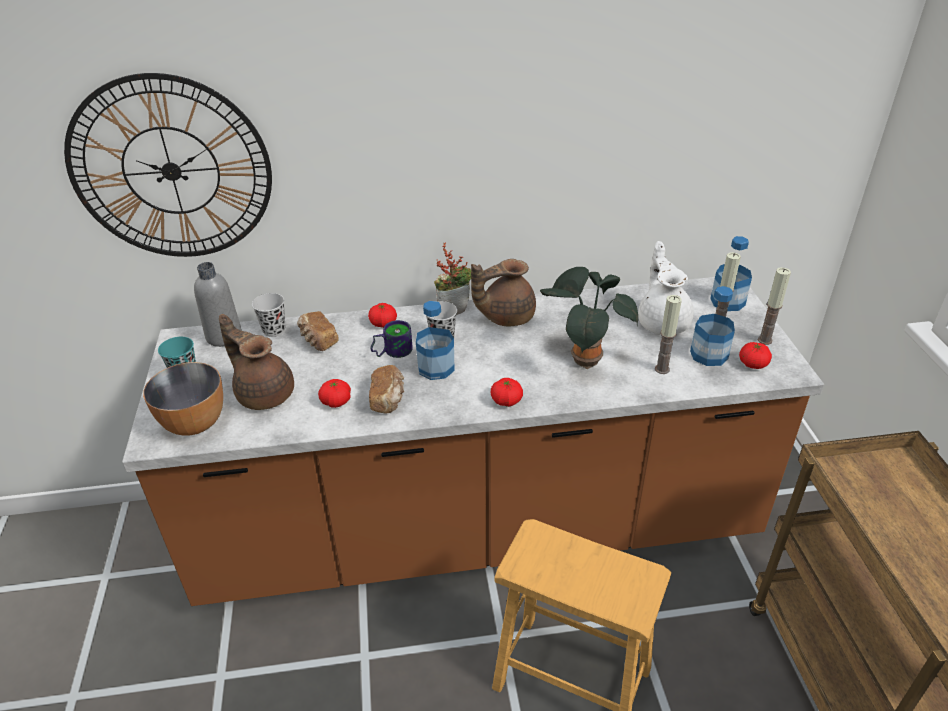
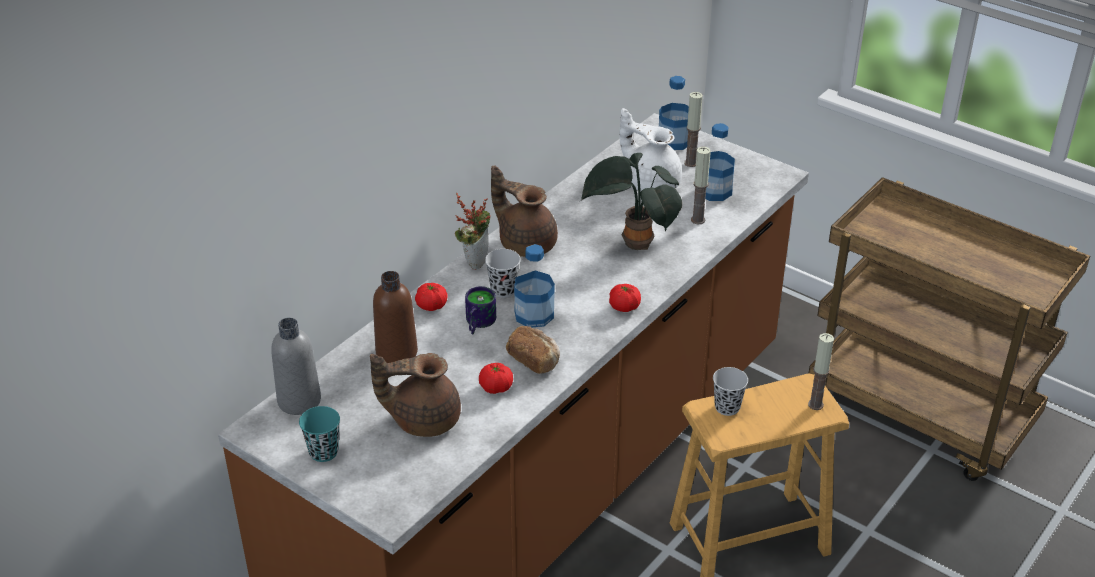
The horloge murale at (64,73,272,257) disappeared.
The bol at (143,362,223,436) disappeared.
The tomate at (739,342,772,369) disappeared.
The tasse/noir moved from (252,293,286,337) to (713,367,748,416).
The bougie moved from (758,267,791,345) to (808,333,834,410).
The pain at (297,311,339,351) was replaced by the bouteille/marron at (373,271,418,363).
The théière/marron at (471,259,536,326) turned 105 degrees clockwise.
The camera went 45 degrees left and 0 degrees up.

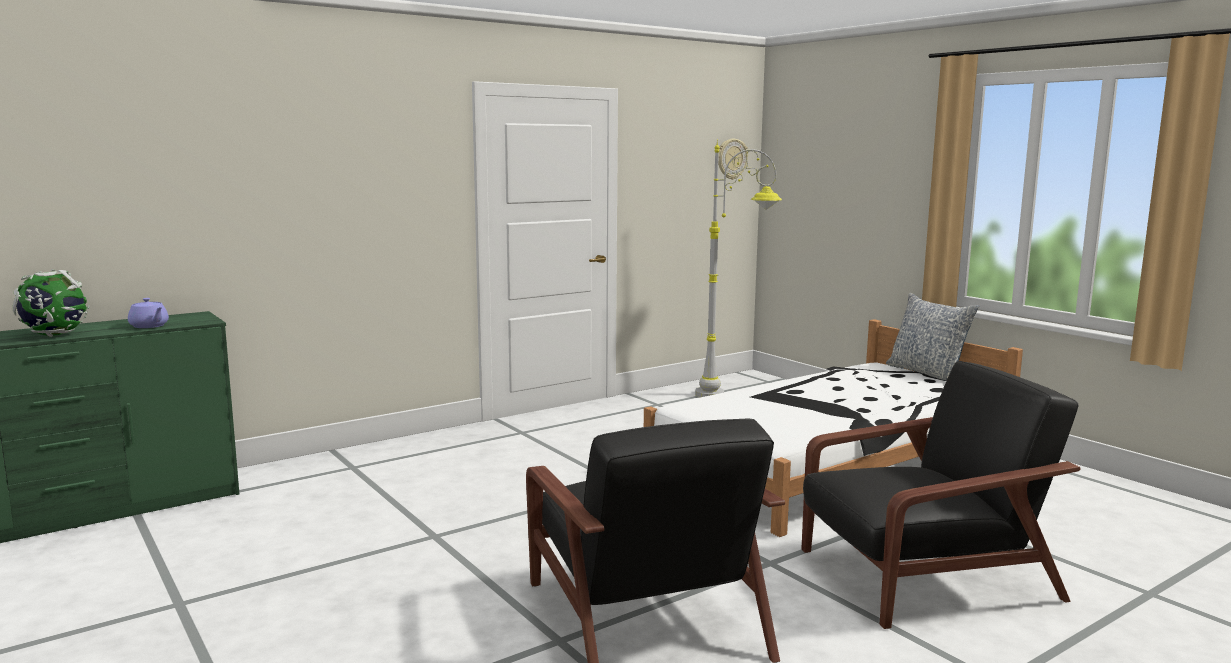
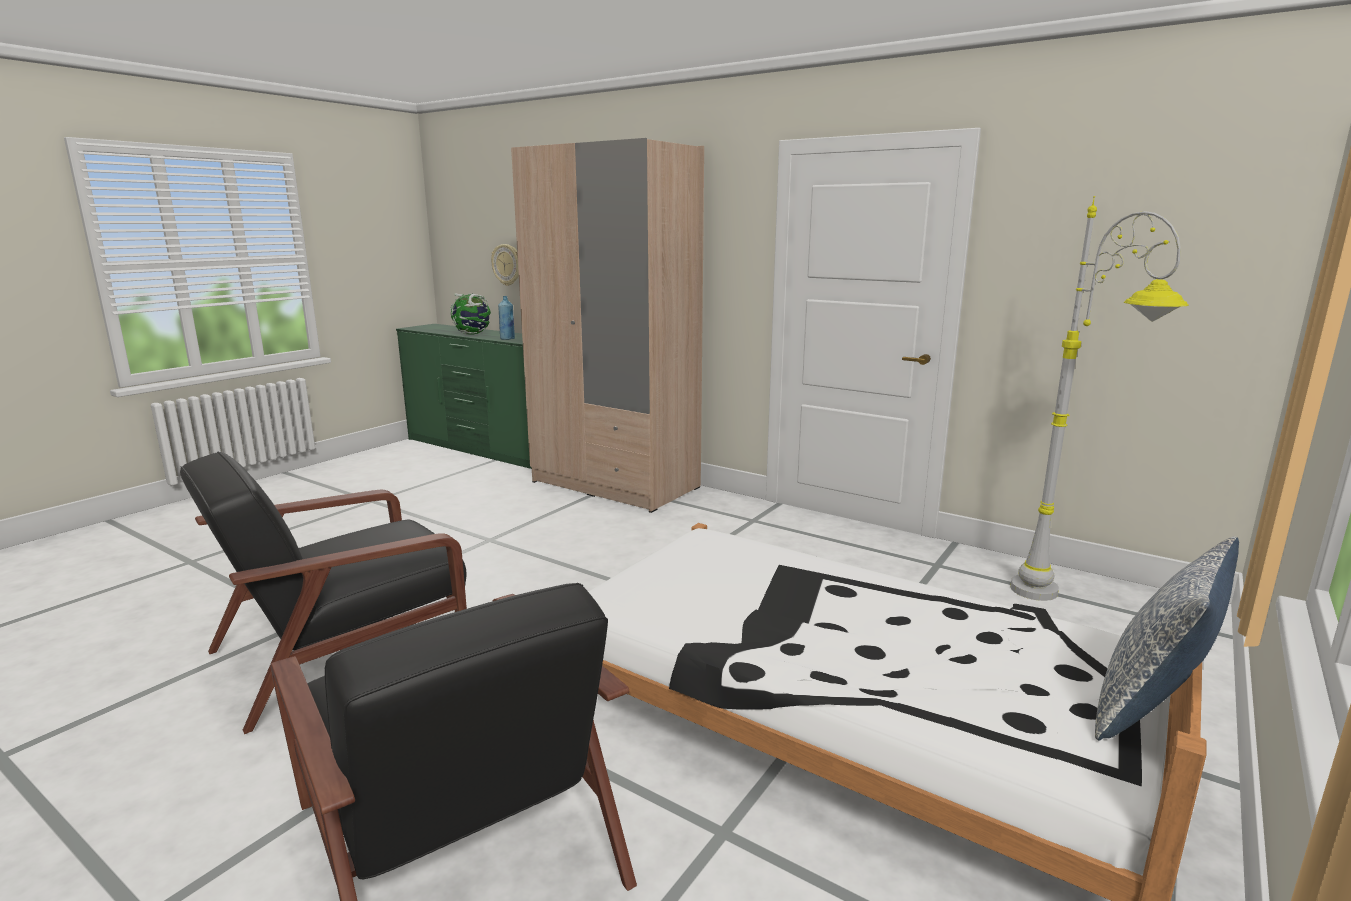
The armoire/beige at (511,138,704,513) appeared.
The horloge murale moved from (718,139,748,180) to (491,244,519,286).
The théière/violet at (128,298,169,328) was replaced by the bouteille/bleu at (498,296,515,340).
The camera went 70 degrees right and 5 degrees up.

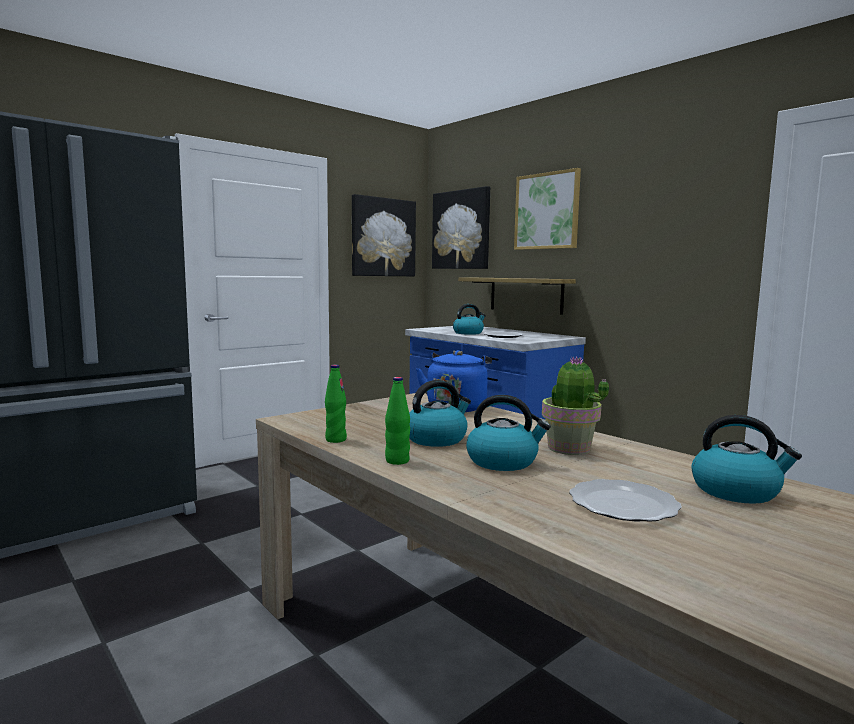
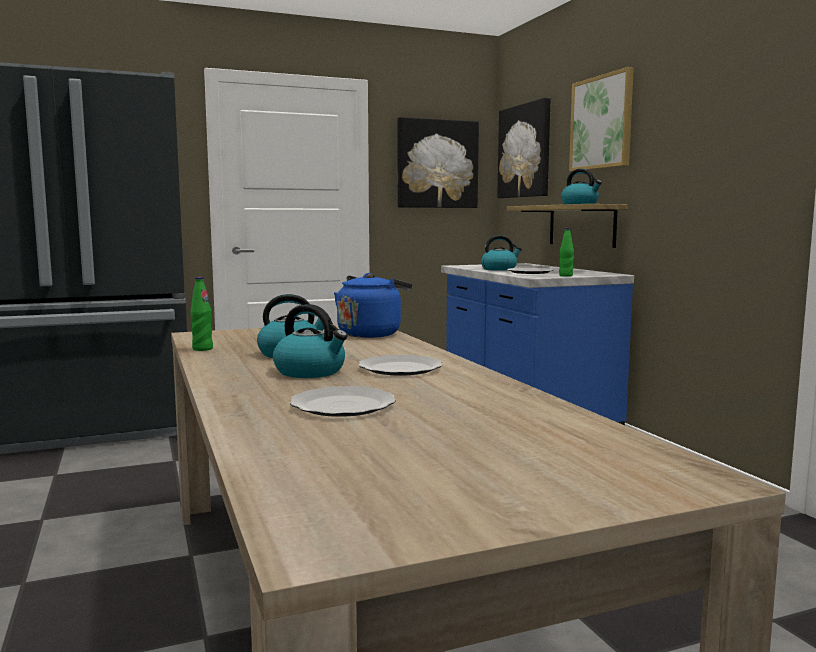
The bouteille/vert moved from (385,377,410,465) to (559,228,574,277).
The bouilloire moved from (691,415,802,504) to (561,169,602,204).
The plante en pot at (542,356,609,455) was replaced by the assiette at (358,355,443,376).
The camera went 20 degrees right and 0 degrees up.

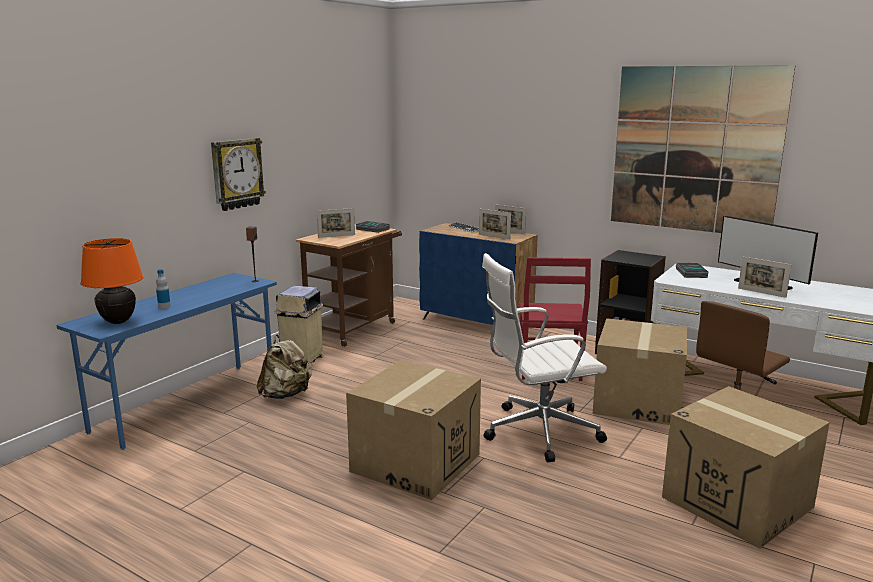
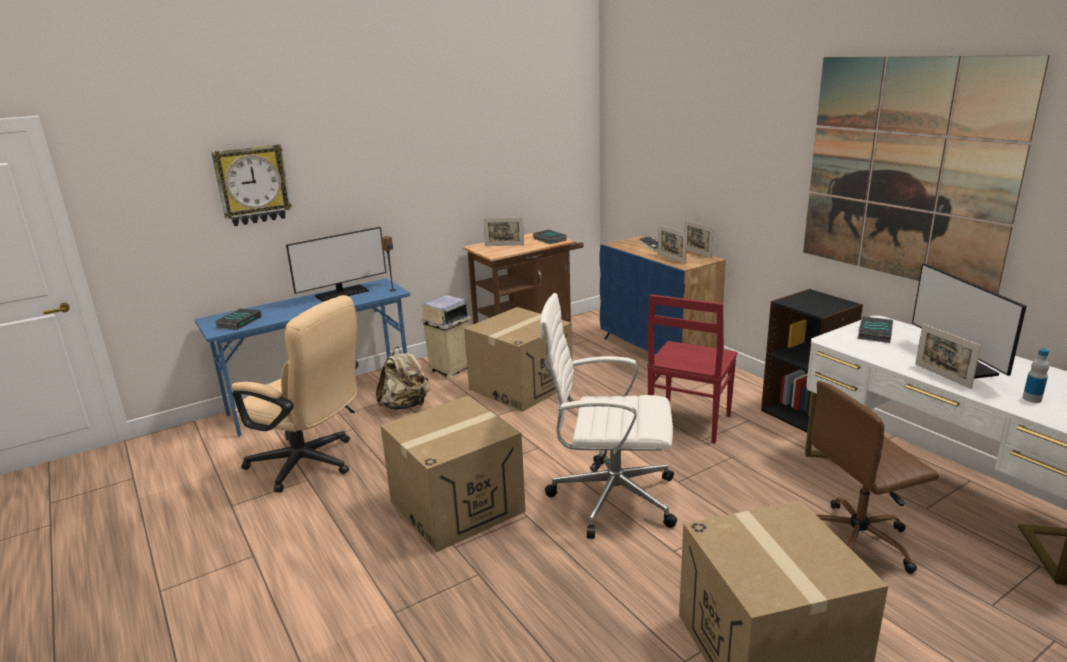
The chaise de bureau/beige at (232,295,359,493) appeared.
The écran d'ordinateur at (286,227,386,302) appeared.
The bouteille moved from (156,269,171,309) to (1022,349,1049,403).
The horloge murale moved from (211,138,266,211) to (211,144,292,226).
The carton moved from (593,318,687,425) to (464,307,573,412).
The lampe de table/orange at (80,238,144,324) was replaced by the livre at (215,308,262,330).
The camera went 25 degrees right and 5 degrees up.

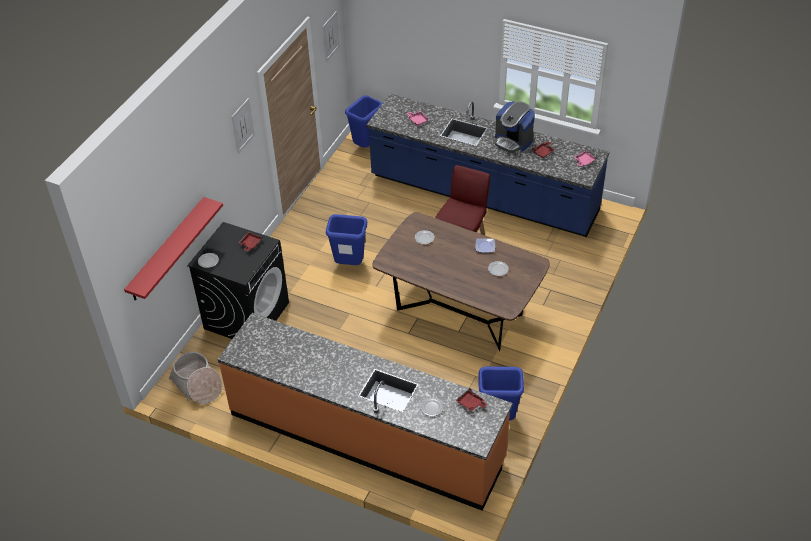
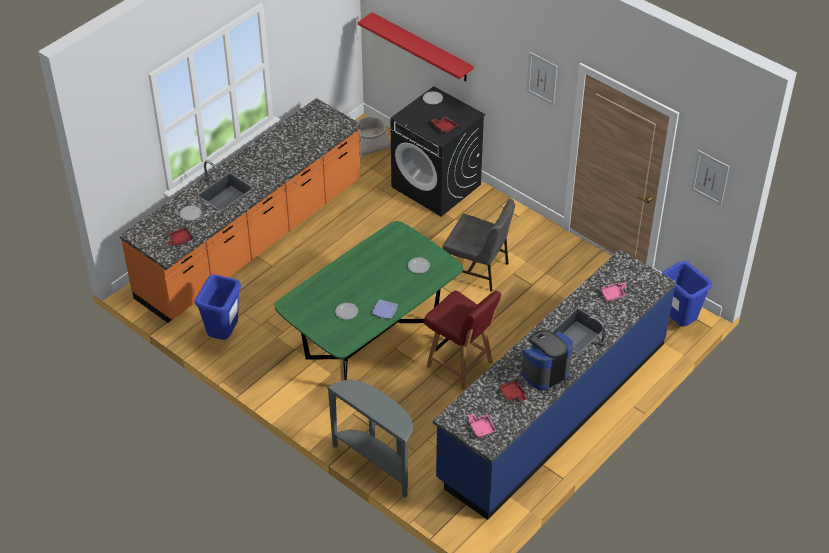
The table console/gris at (327,380,413,498) appeared.
The poubelle/bleu at (326,214,367,265) was replaced by the chaise/gris at (442,199,515,292).
The table à manger/marron at (373,212,550,351) became the table à manger/vert at (274,221,463,380).
The camera went 105 degrees right and 0 degrees up.

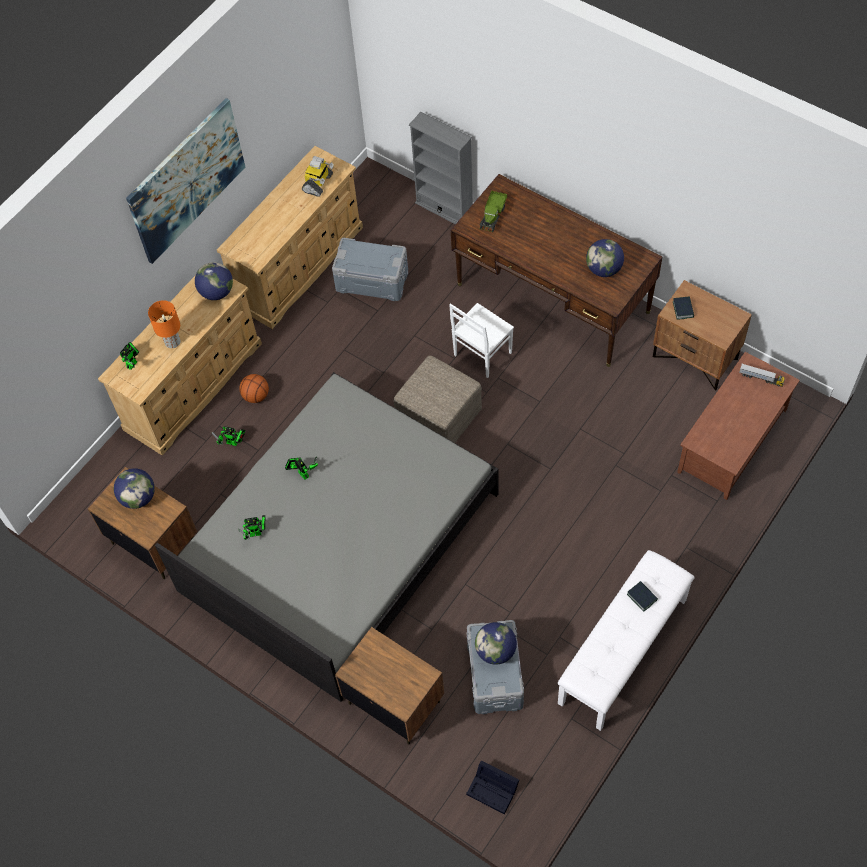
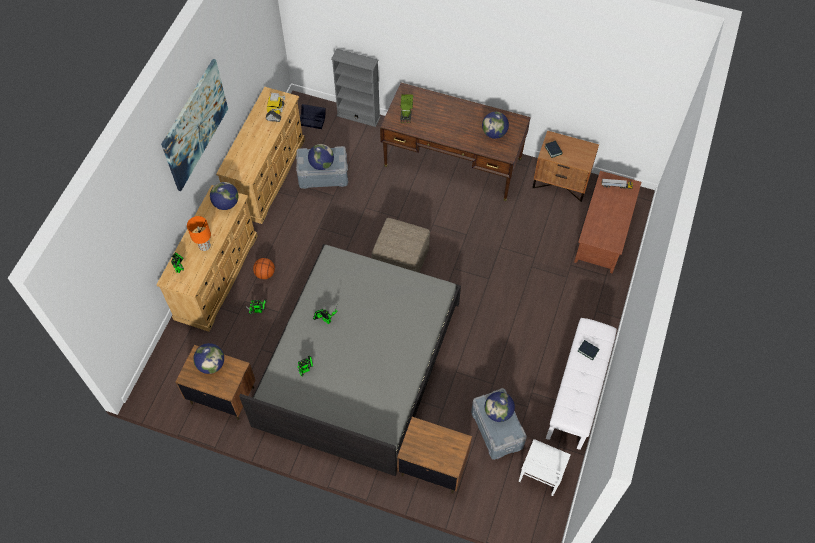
The globe at (308,144,334,170) appeared.
The chaise/blanc moved from (449,303,514,378) to (519,439,571,496).
The boîte de rangement/noir moved from (466,761,519,814) to (300,104,326,129).
The camera went 20 degrees left and 0 degrees up.

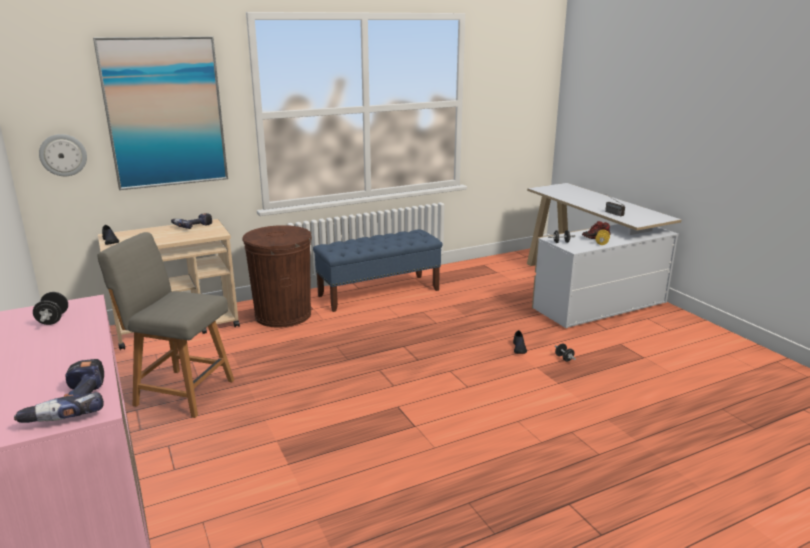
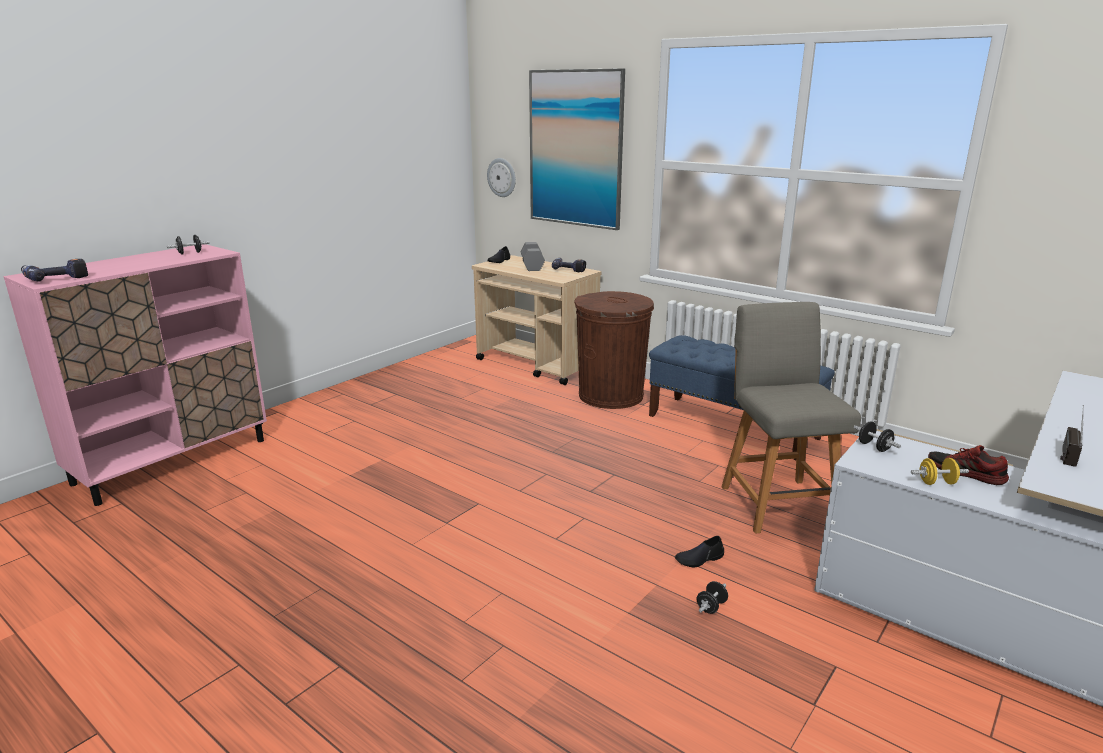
The haltère/gris at (521,242,545,271) appeared.
The chaise/gris moved from (97,232,234,418) to (722,302,861,534).
The camera went 65 degrees right and 0 degrees up.

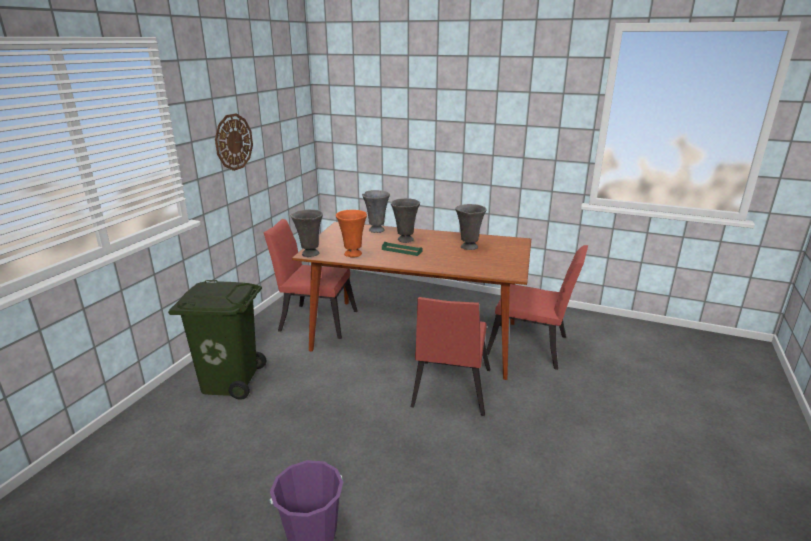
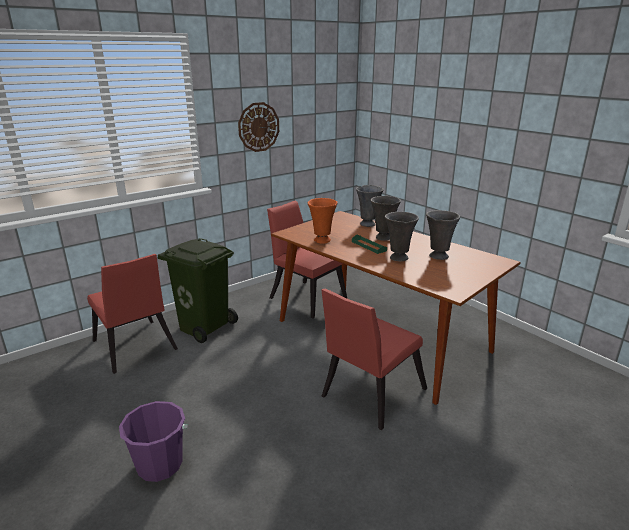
The vase/gris moved from (291,209,323,257) to (385,212,419,261).
The chaise/rouge moved from (486,245,588,370) to (87,254,178,374).
The camera went 30 degrees right and 0 degrees up.

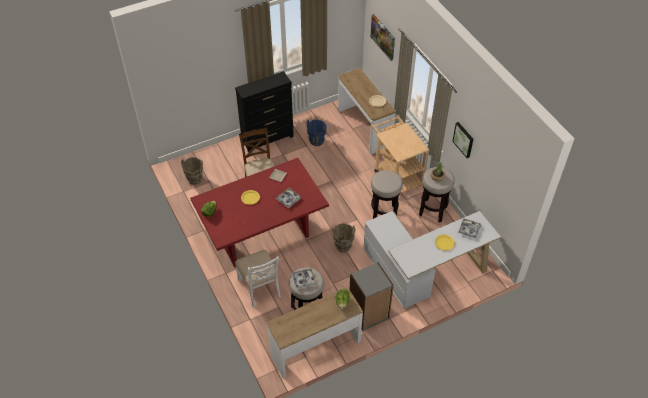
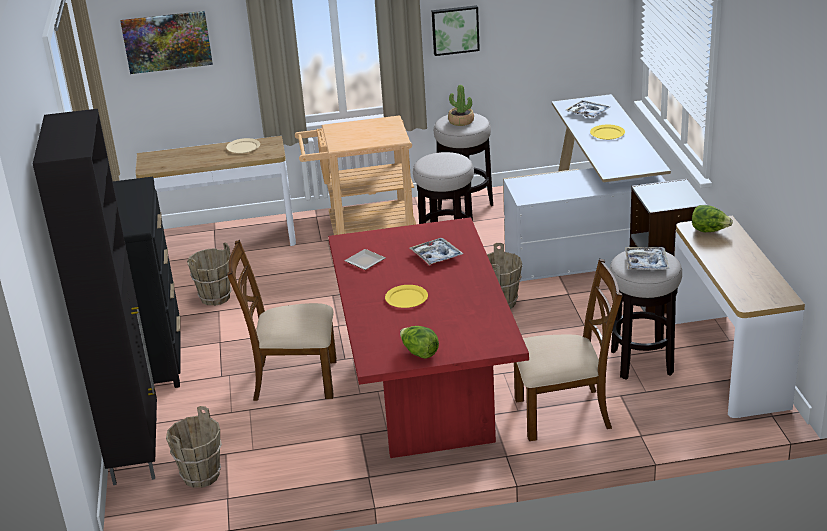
The meuble de rangement/noir at (33,109,157,485) appeared.
The chaise/blanc at (235,250,281,308) became the chaise/marron at (514,259,623,441).
The seau/bleu at (307,119,327,146) became the seau/marron at (187,242,231,306).
The camera went 70 degrees left and 20 degrees down.

